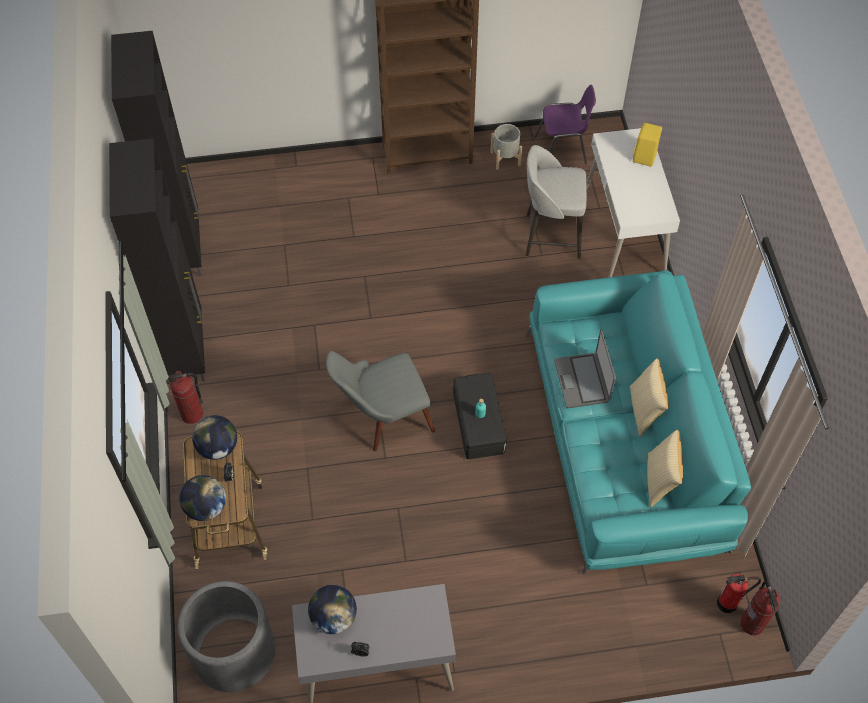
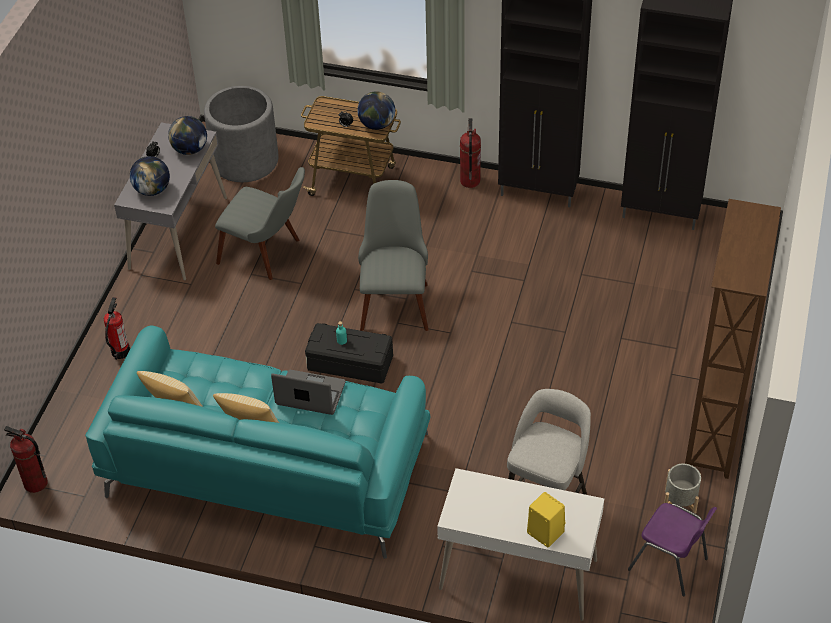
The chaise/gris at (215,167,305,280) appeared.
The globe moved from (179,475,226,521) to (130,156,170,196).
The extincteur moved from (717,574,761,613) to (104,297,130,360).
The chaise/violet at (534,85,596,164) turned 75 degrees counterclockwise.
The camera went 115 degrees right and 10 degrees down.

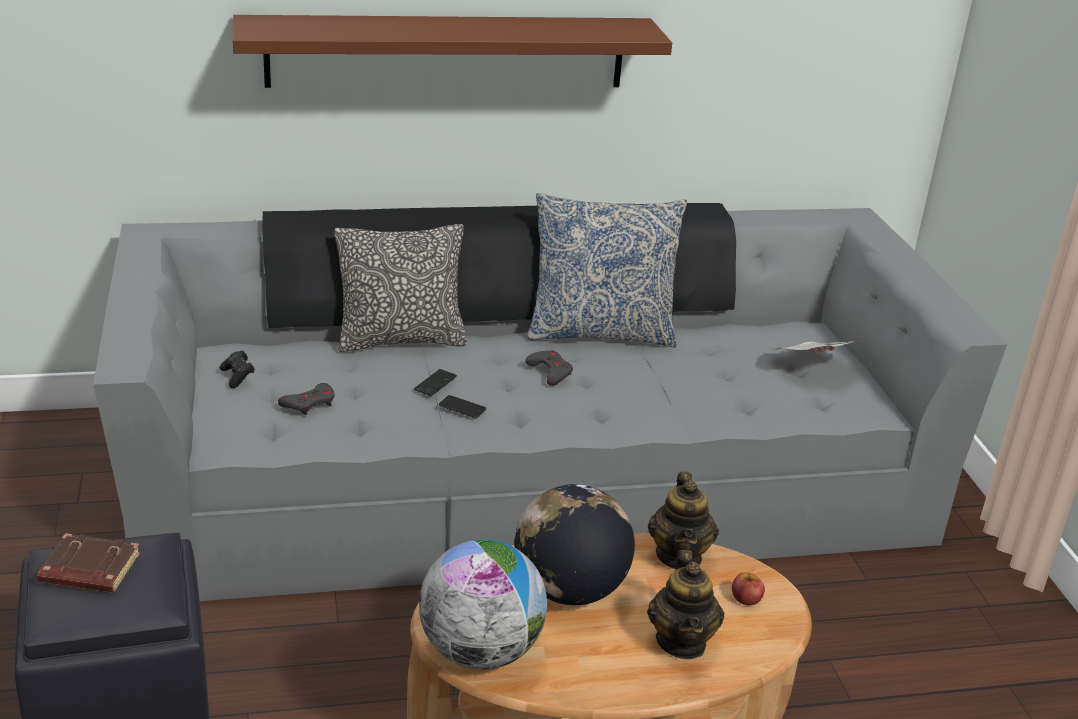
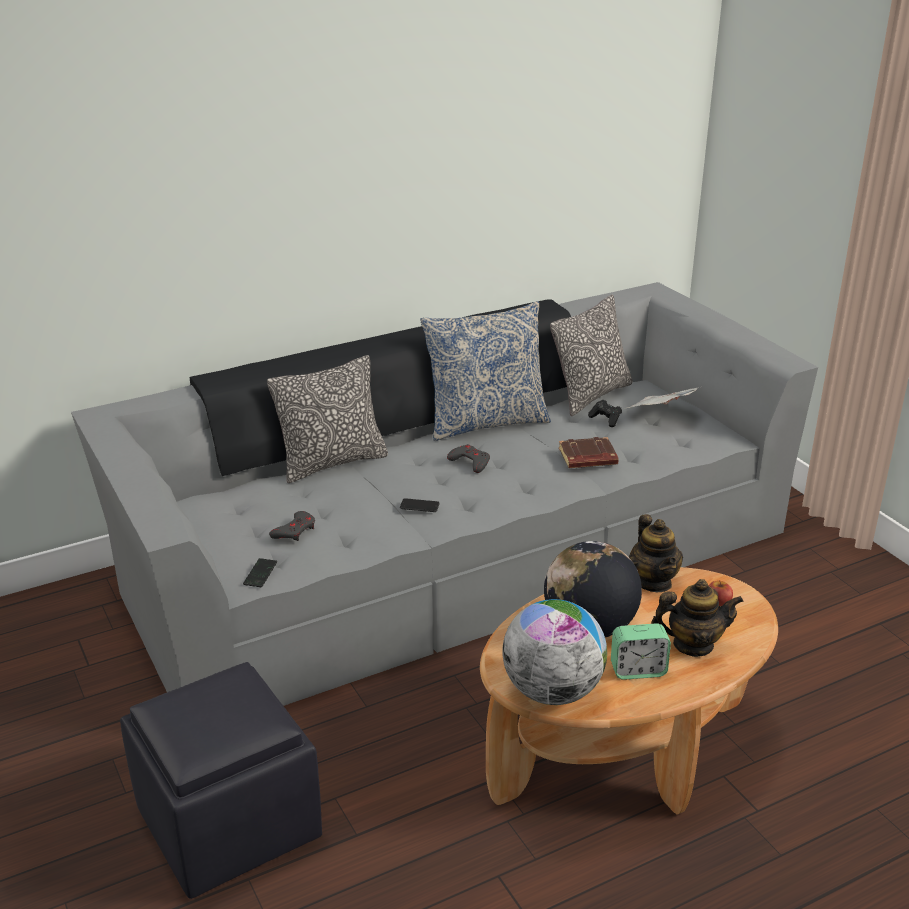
The étagère/marron at (233,15,672,88) disappeared.
The coussin at (550,295,633,416) appeared.
The réveil at (611,623,671,680) appeared.
The livre/marron moved from (37,533,140,593) to (559,437,619,468).
The manette/noir moved from (220,350,255,388) to (588,400,622,427).
The téléphone moved from (414,369,457,396) to (243,558,277,587).
The théière at (647,550,724,659) turned 75 degrees counterclockwise.
The camera went 15 degrees left and 0 degrees up.

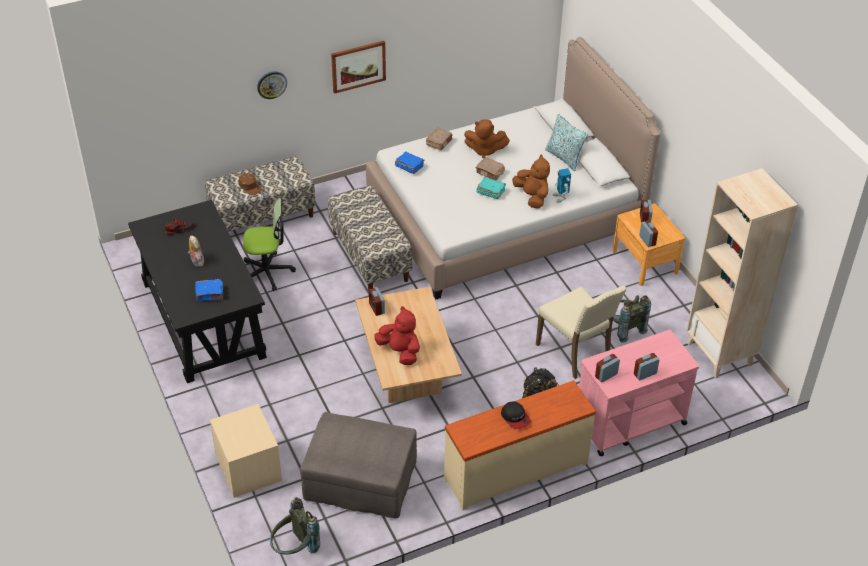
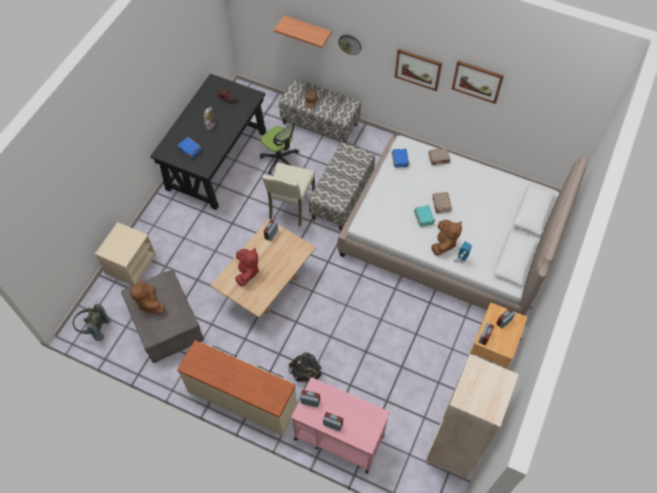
The casquette at (501,401,531,429) disappeared.
The coussin at (545,114,588,171) disappeared.
The sac à dos/gris at (613,295,651,343) disappeared.
The étagère at (274,15,332,48) appeared.
The tableau at (452,60,504,104) appeared.
The peluche/marron moved from (464,119,510,159) to (130,281,165,314).
The chaise/beige moved from (536,286,627,379) to (262,163,315,226).
The camera went 50 degrees right and 15 degrees up.

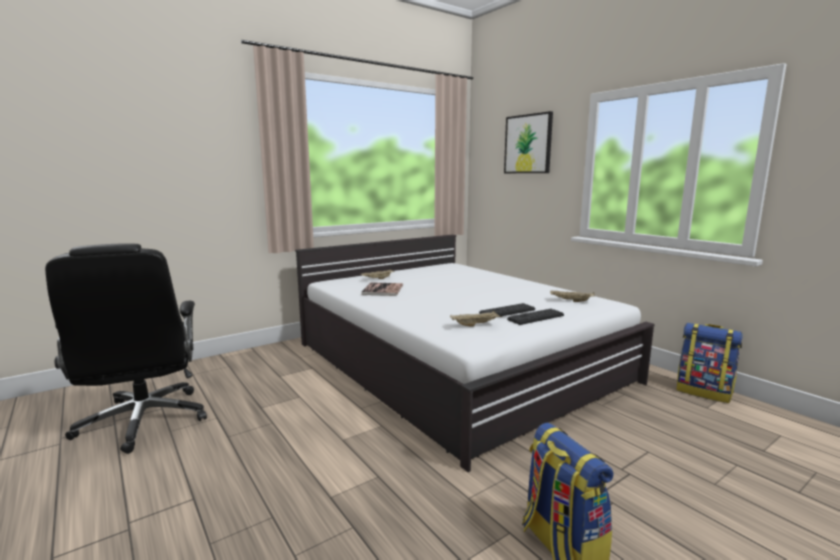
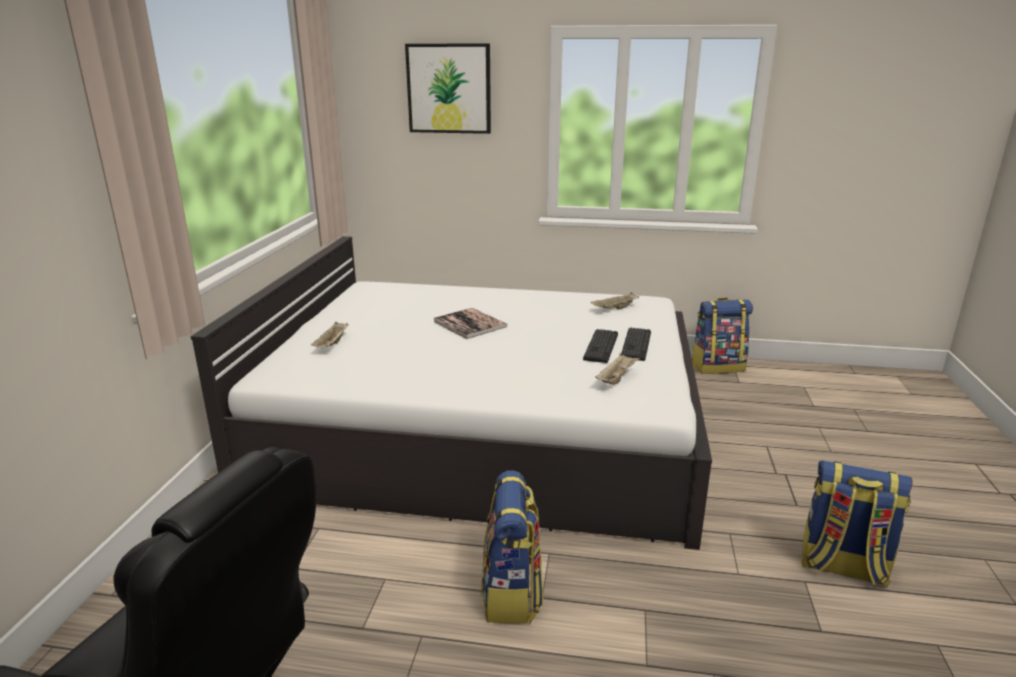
The sac à dos at (481,471,543,624) appeared.
The livre moved from (362,282,403,296) to (434,308,507,339).
The camera went 45 degrees left and 10 degrees up.

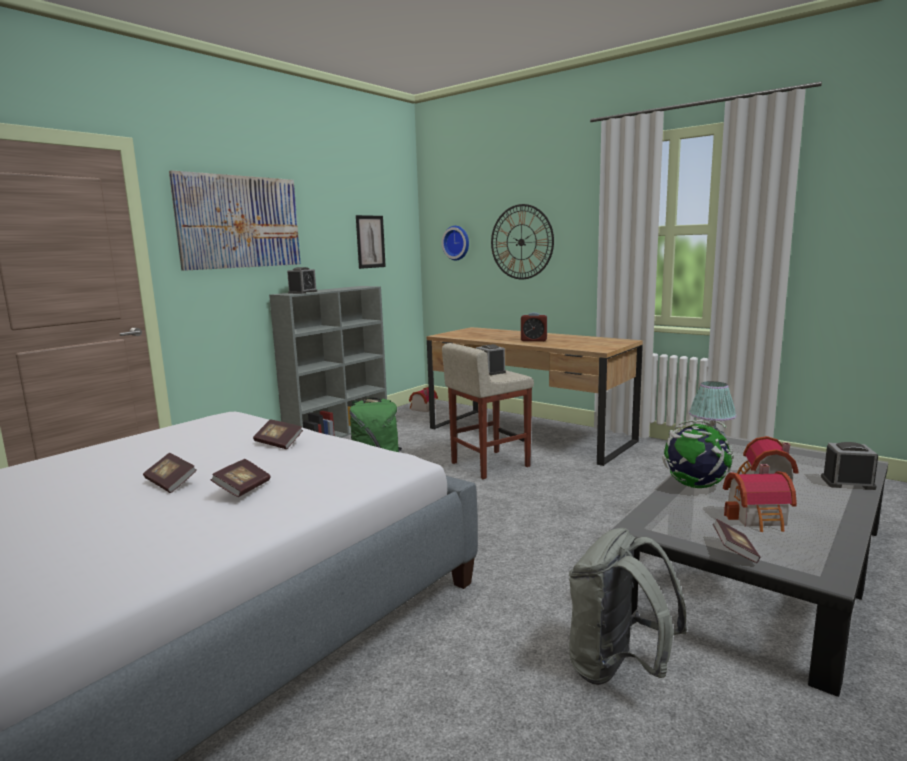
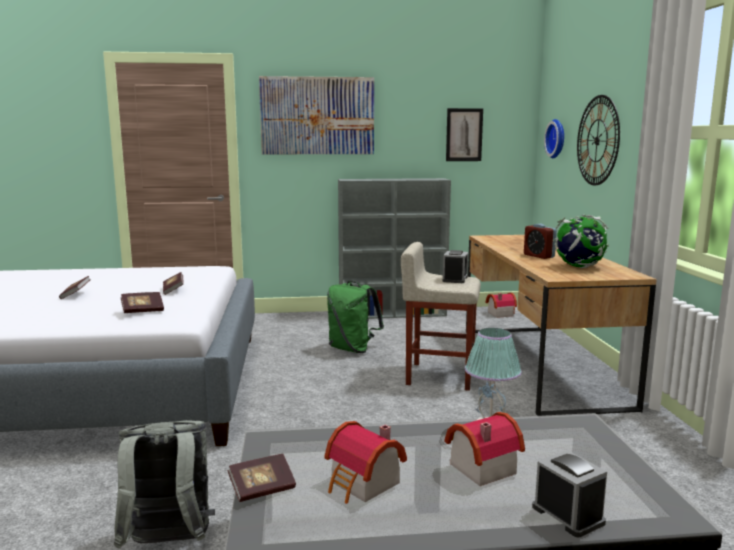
The réveil at (287,267,317,294) disappeared.
The livre moved from (211,459,270,497) to (121,292,164,313).
The globe moved from (662,420,734,488) to (553,215,609,268).
The camera went 45 degrees right and 0 degrees up.

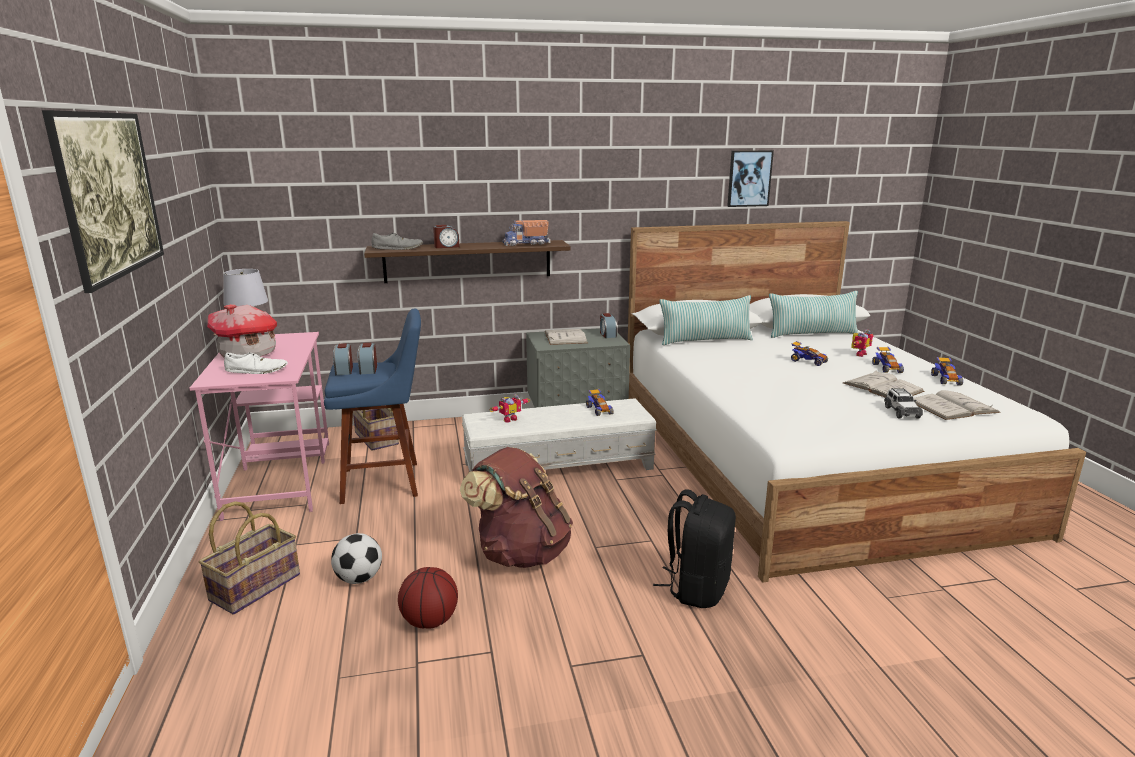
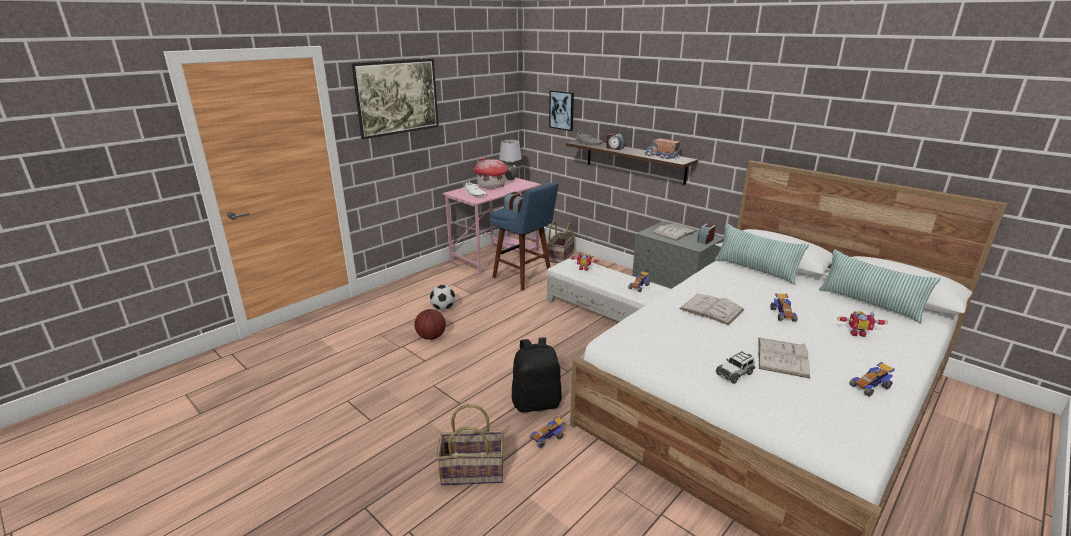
The sac à dos/marron at (460,447,573,568) disappeared.
The panier moved from (199,501,300,615) to (437,404,503,485).
The tableau moved from (727,150,774,207) to (549,90,574,131).
The petite voiture moved from (872,347,904,373) to (530,416,564,448).
The livre/blanc moved from (914,390,1001,420) to (680,294,745,325).
The camera went 55 degrees right and 5 degrees up.

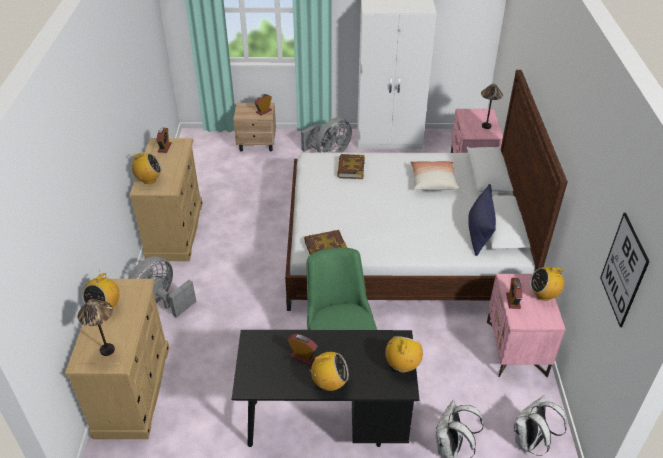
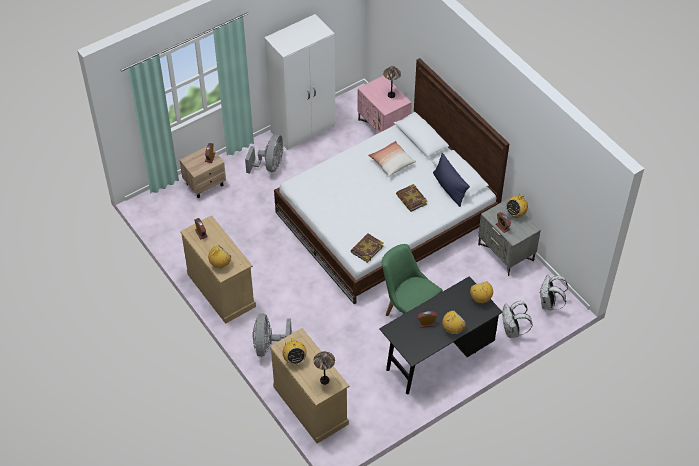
The tableau at (600,213,650,327) disappeared.
The livre moved from (337,154,365,179) to (396,184,427,212).
The table de chevet/rose at (487,274,566,377) became the table de chevet/gris at (478,198,541,276).
The camera went 35 degrees left and 10 degrees up.

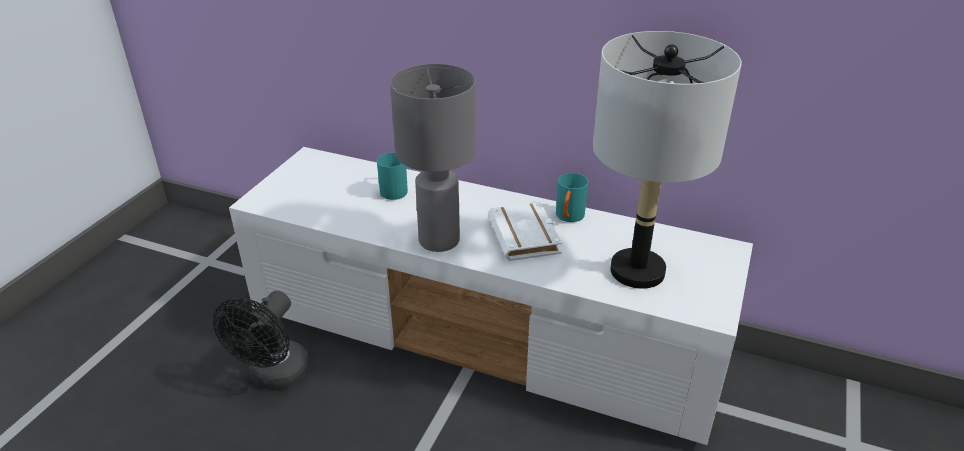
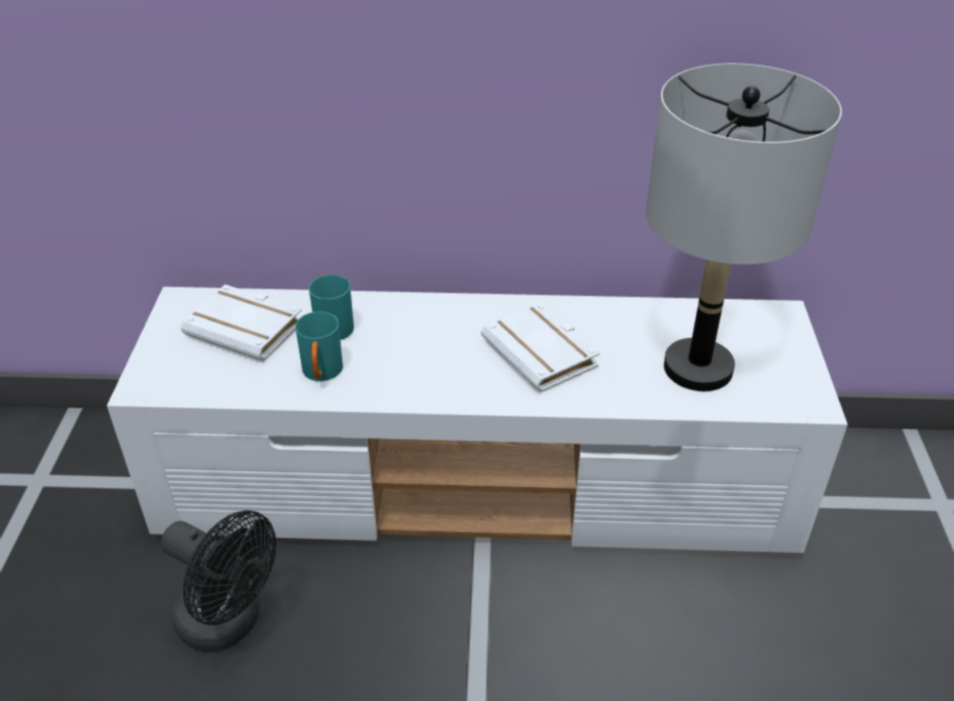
The lampe de table/gris at (390,64,476,252) disappeared.
The livre/blanc at (181,285,302,362) appeared.
The mug/turquoise moved from (556,173,588,222) to (295,312,343,381).
The ventilateur/noir at (213,291,310,390) turned 60 degrees counterclockwise.
The camera went 20 degrees left and 5 degrees up.

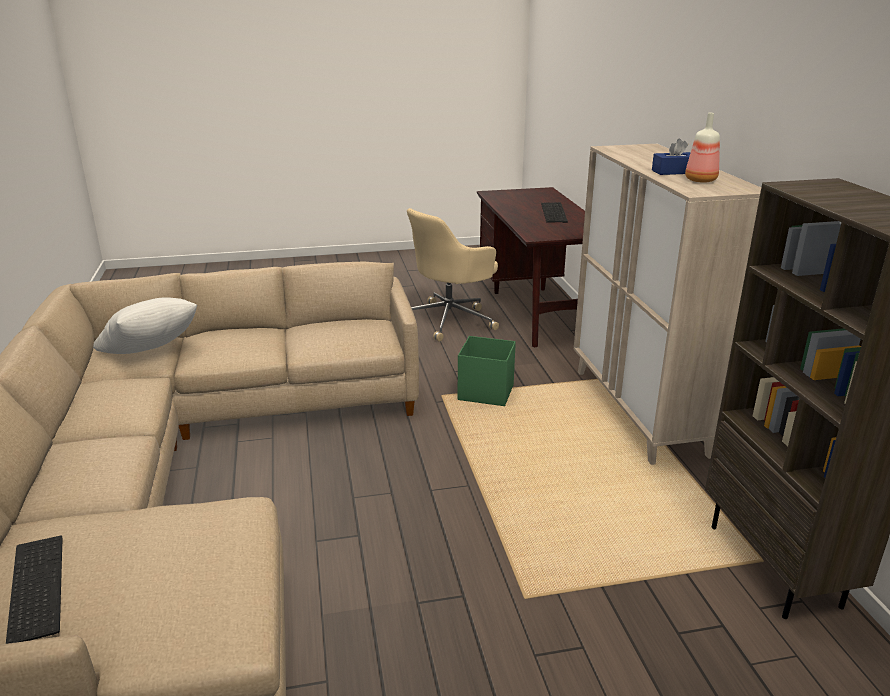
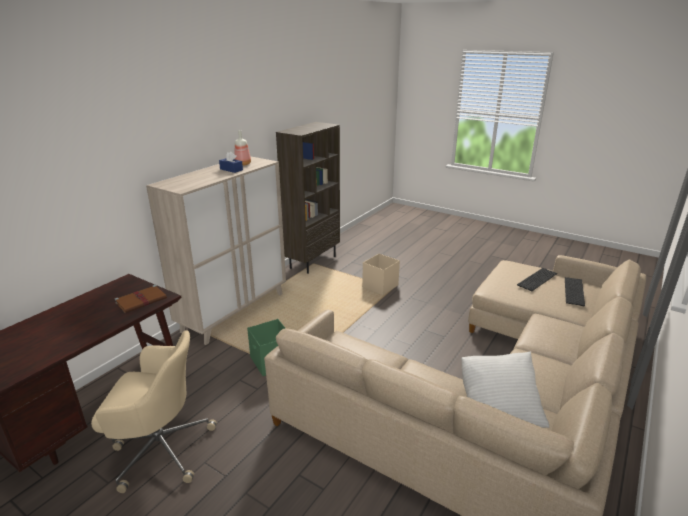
The livre/marron at (115,285,167,313) appeared.
The boîte de rangement/beige at (362,254,400,295) appeared.
The clavier moved from (541,202,568,223) to (517,268,557,291).
The camera went 135 degrees left and 0 degrees up.

